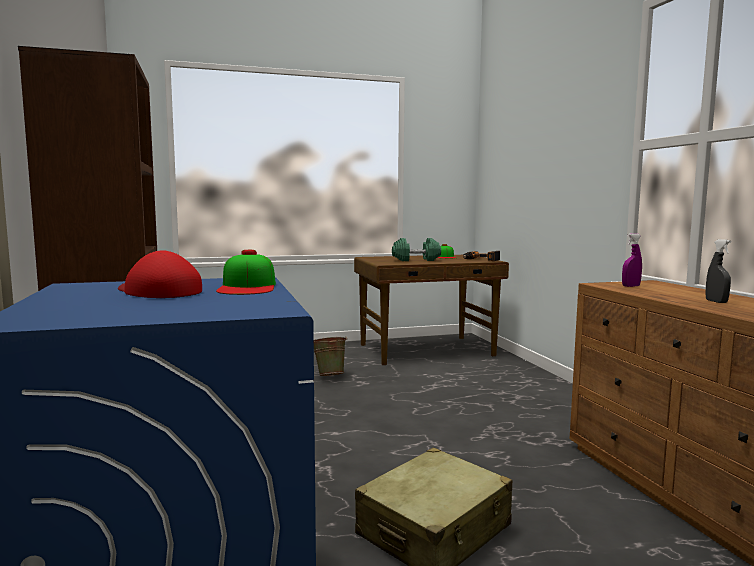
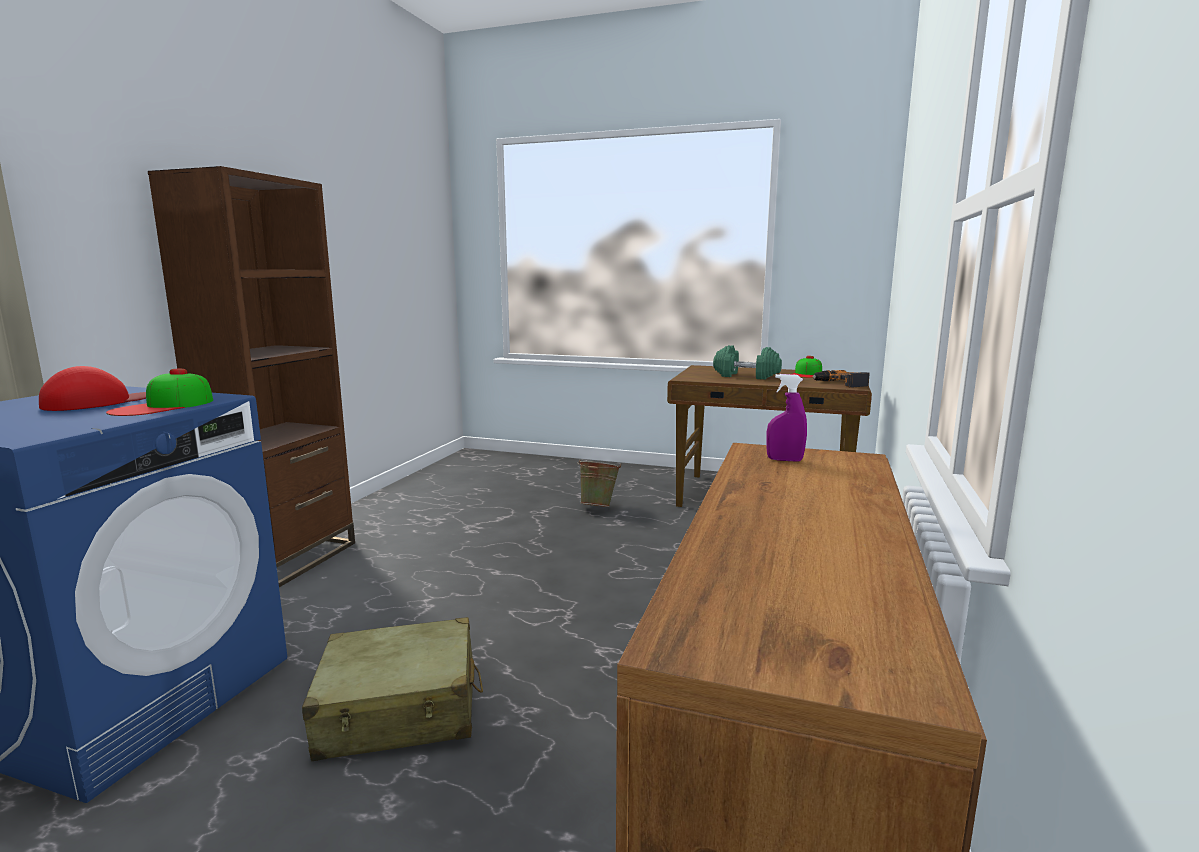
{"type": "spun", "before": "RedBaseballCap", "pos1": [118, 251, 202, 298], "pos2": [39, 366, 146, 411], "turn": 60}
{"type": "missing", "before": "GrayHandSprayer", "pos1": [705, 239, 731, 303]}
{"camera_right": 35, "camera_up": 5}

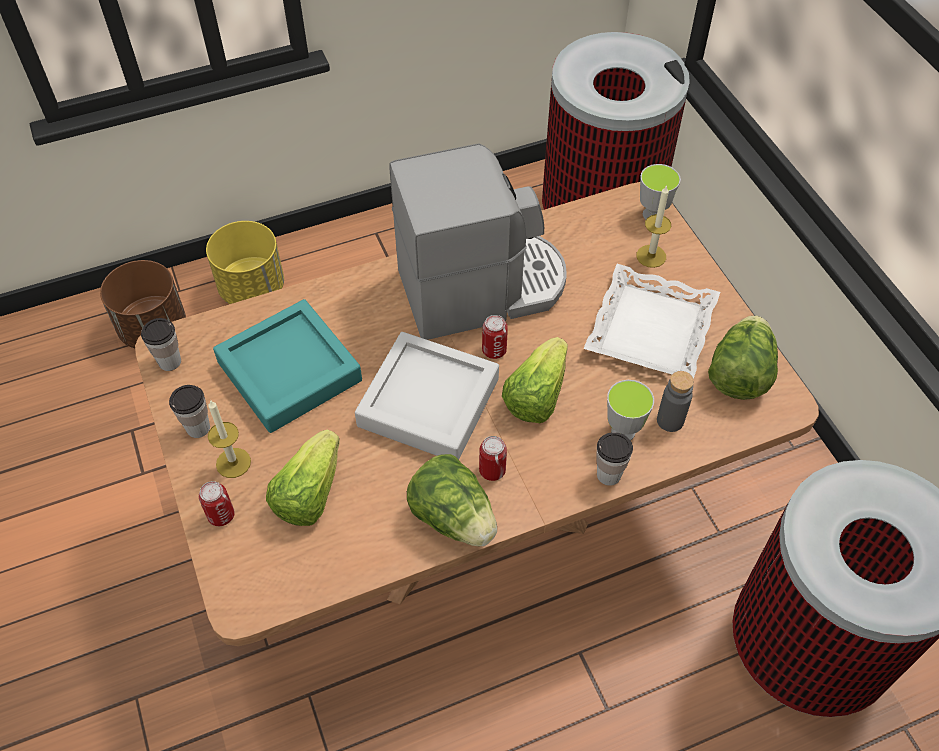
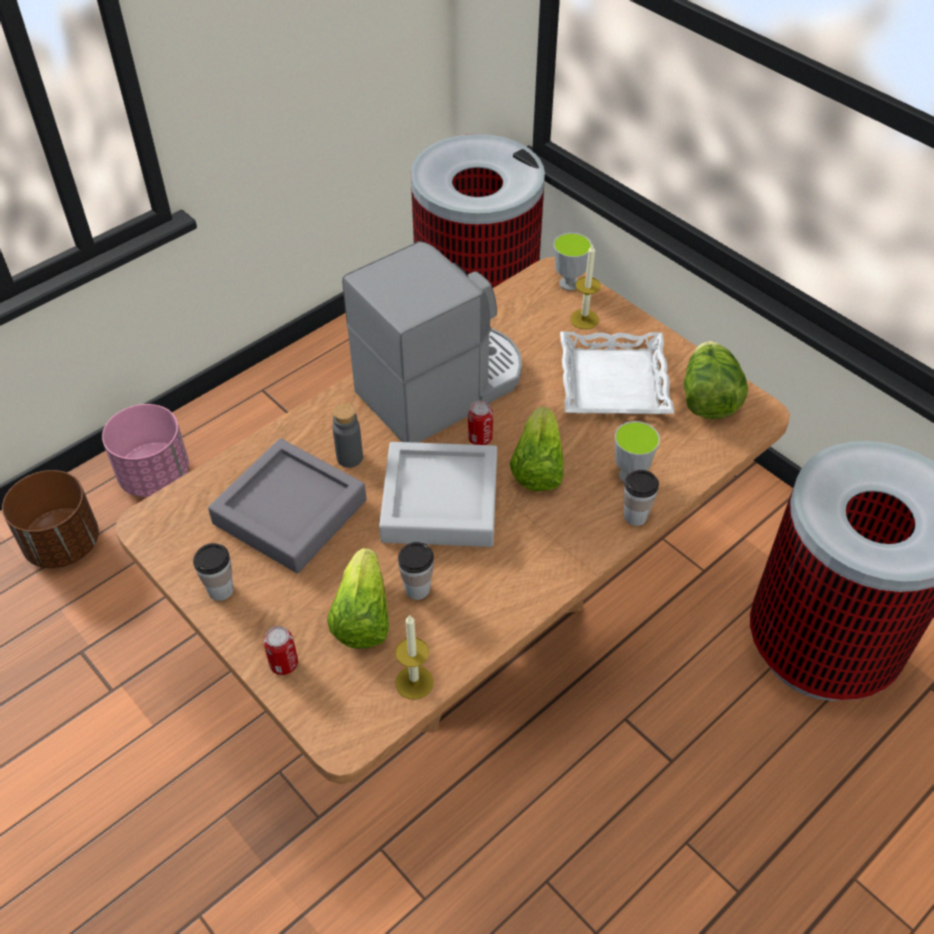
{"type": "colour", "before": "YellowColouredPlantPot", "after": "PinkColouredPlantPot", "pos1": [206, 221, 284, 304], "pos2": [102, 404, 189, 497]}
{"type": "colour", "before": "BlueGreenTray", "after": "GrayTray", "pos1": [213, 299, 362, 433], "pos2": [208, 438, 366, 573]}
{"type": "relocated", "before": "GrayBottle", "pos1": [657, 371, 694, 432], "pos2": [332, 403, 363, 468]}
{"type": "relocated", "before": "WaxCandle", "pos1": [208, 400, 251, 478], "pos2": [395, 614, 433, 700]}
{"type": "relocated", "before": "DrinkingCup", "pos1": [141, 318, 181, 371], "pos2": [398, 542, 434, 600]}
{"type": "missing", "before": "Lettuce", "pos1": [407, 454, 497, 546]}
{"type": "missing", "before": "Can", "pos1": [479, 436, 507, 481]}
{"camera_right": -20, "camera_up": -5}

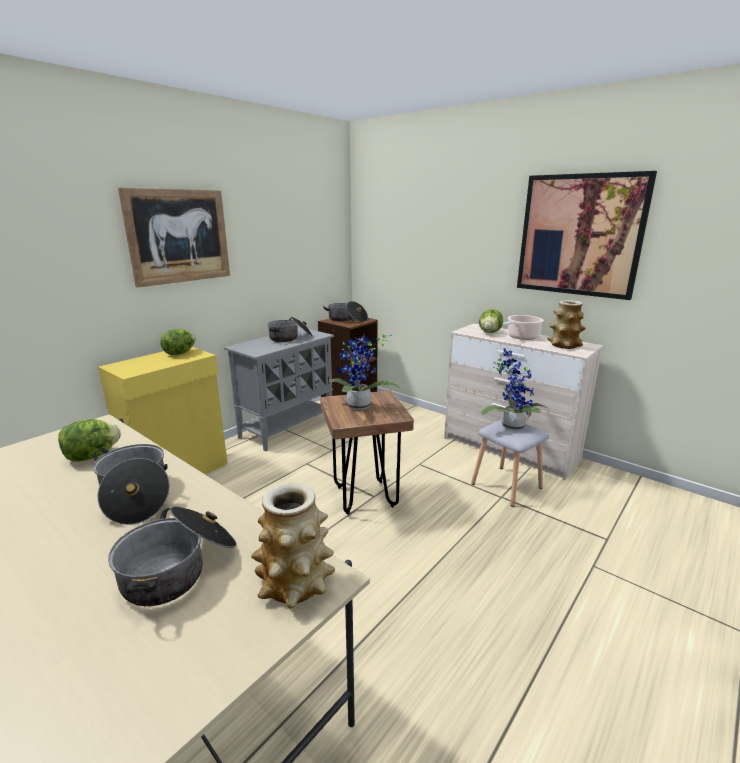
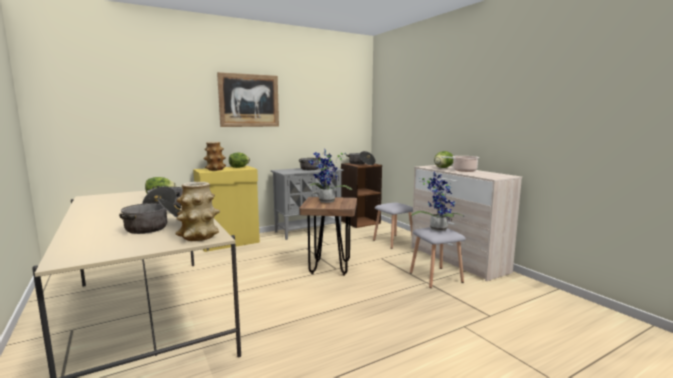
{"type": "relocated", "before": "FlowerVase", "pos1": [547, 300, 586, 349], "pos2": [203, 142, 226, 171]}
{"type": "appeared", "after": "GrayStoolSeat", "pos2": [373, 202, 413, 249]}
{"type": "missing", "before": "WallArt", "pos1": [517, 171, 657, 300]}
{"camera_right": 20, "camera_up": -10}

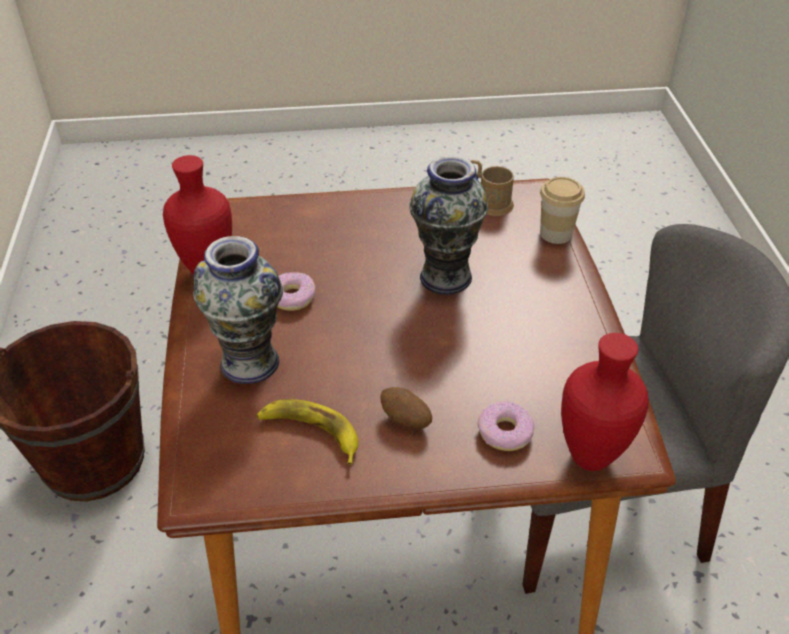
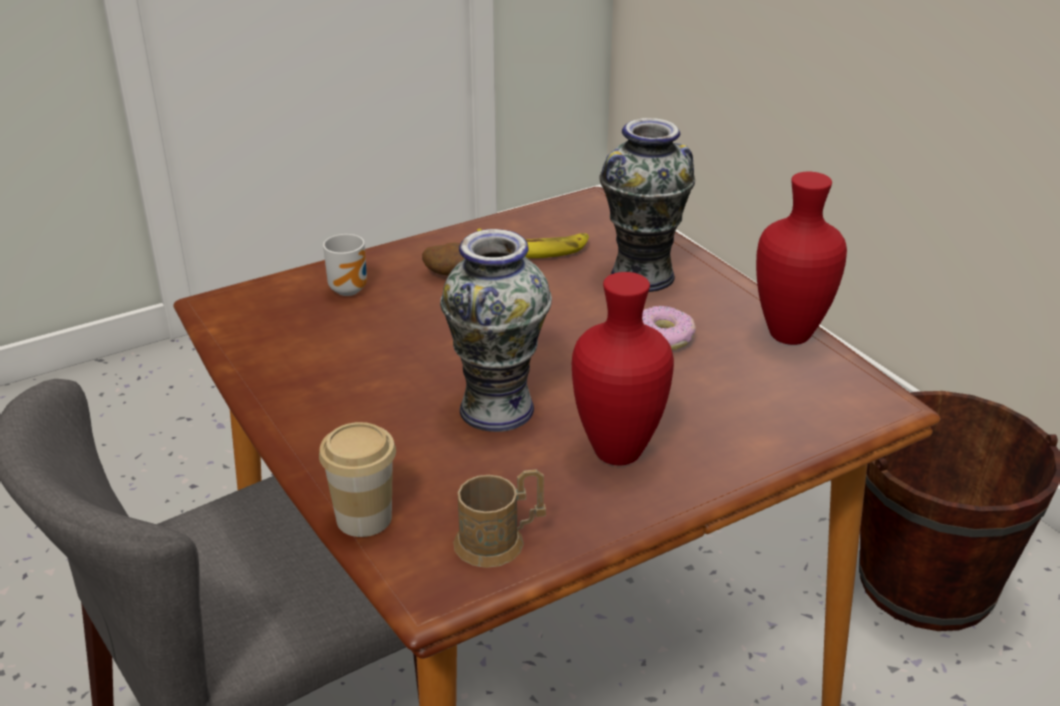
{"type": "exchanged", "before": "Doughnut", "after": "CoffeeMug", "pos1": [477, 401, 534, 451], "pos2": [323, 234, 367, 296]}
{"type": "relocated", "before": "RedFlowerVase", "pos1": [561, 333, 649, 471], "pos2": [572, 272, 674, 465]}
{"camera_right": 155, "camera_up": -10}

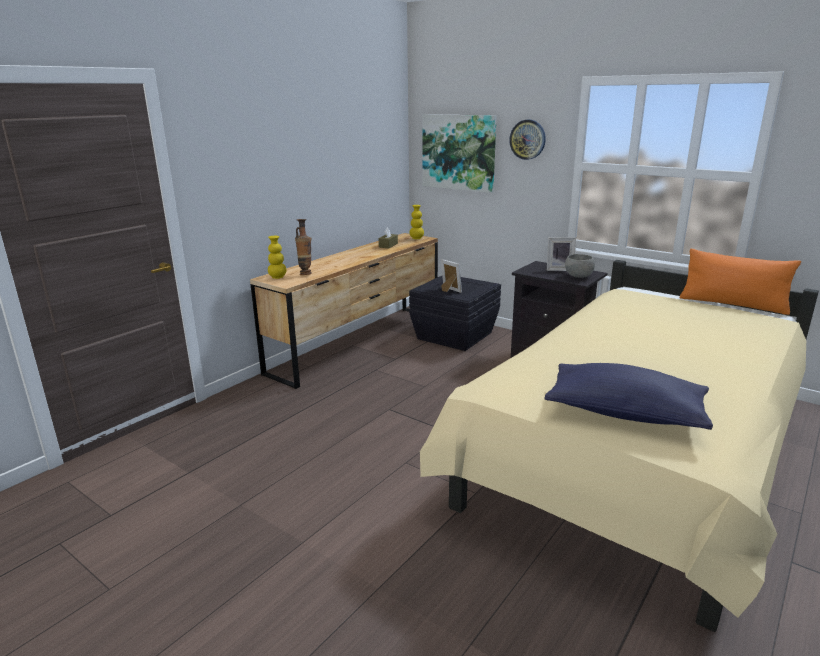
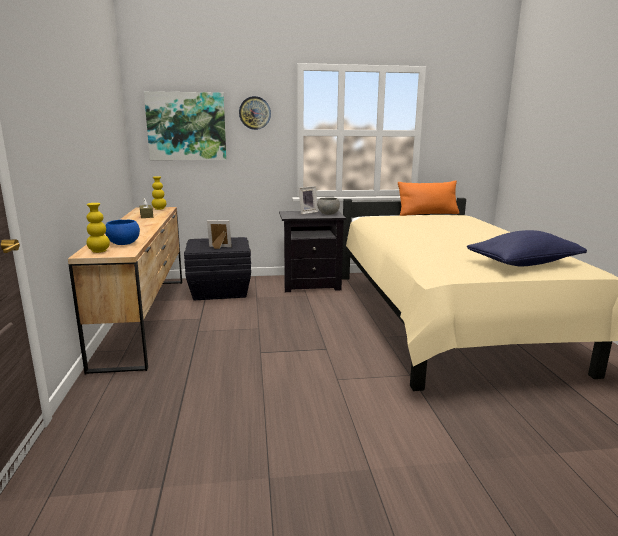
{"type": "exchanged", "before": "FlowerVase", "after": "BlueColouredServingBowl", "pos1": [295, 219, 312, 275], "pos2": [105, 220, 140, 245]}
{"camera_right": -45, "camera_up": -5}

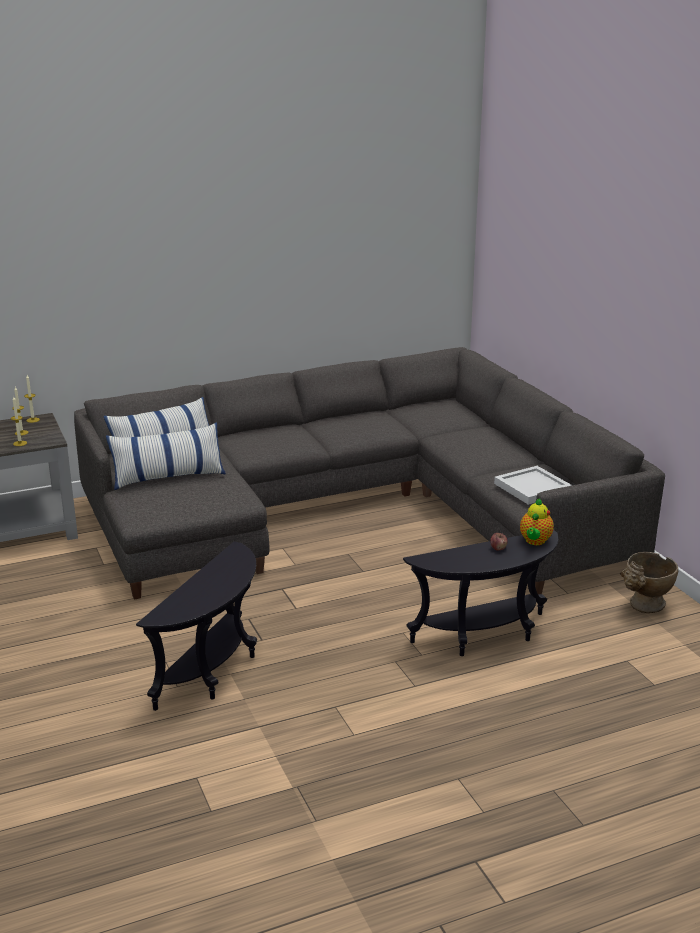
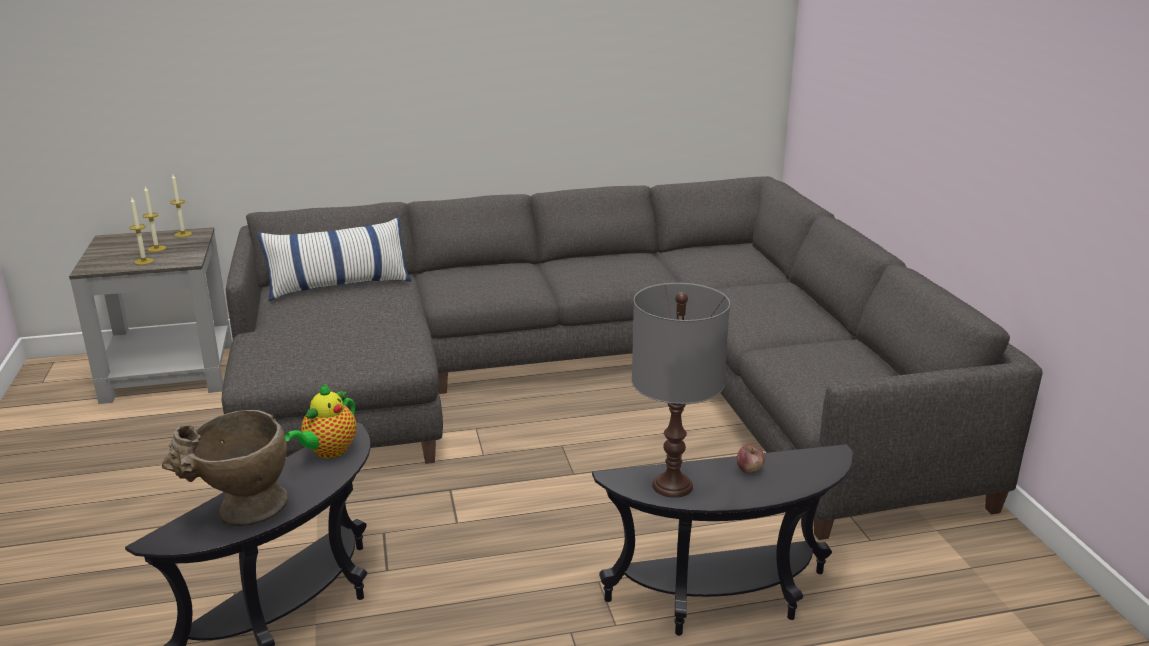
{"type": "relocated", "before": "SandColouredFlowerVase", "pos1": [620, 552, 678, 613], "pos2": [162, 410, 288, 526]}
{"type": "relocated", "before": "PotForTea", "pos1": [520, 498, 554, 545], "pos2": [284, 384, 357, 458]}
{"type": "appeared", "after": "GrayTableLamp", "pos2": [632, 283, 730, 498]}
{"type": "missing", "before": "Pillow", "pos1": [106, 423, 226, 490]}
{"type": "missing", "before": "WhiteTray", "pos1": [494, 466, 572, 505]}
{"camera_right": 10, "camera_up": 0}

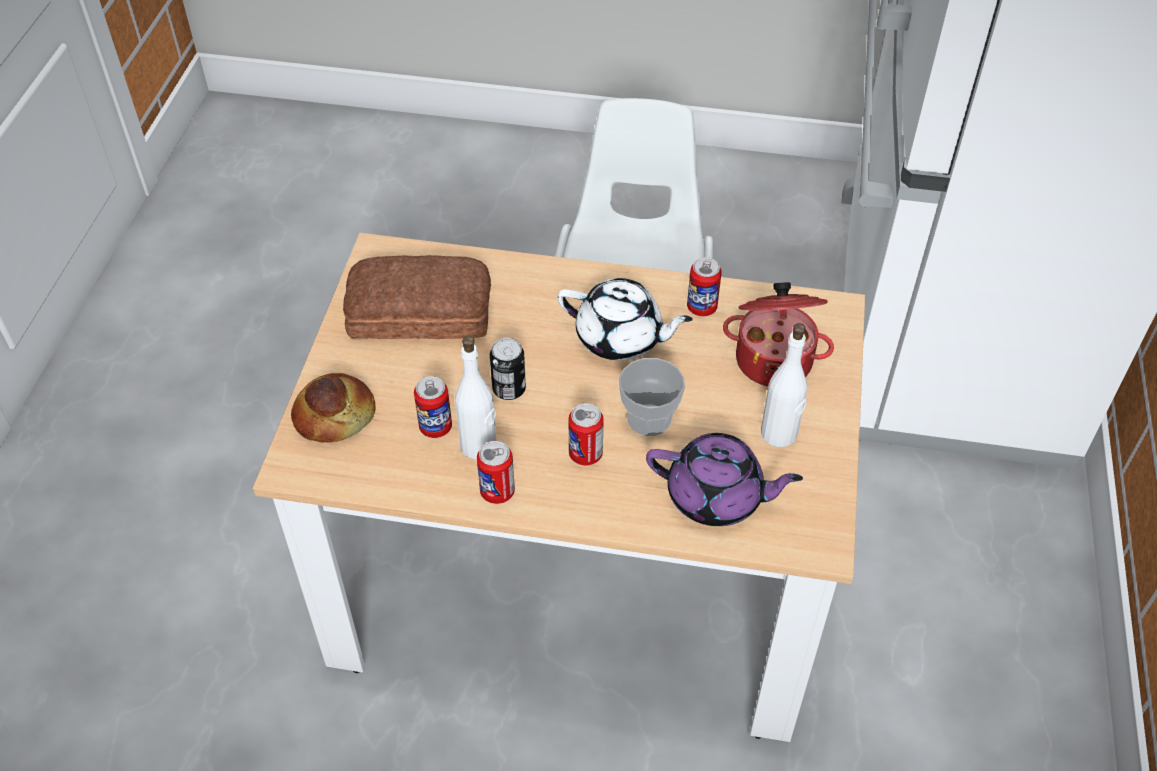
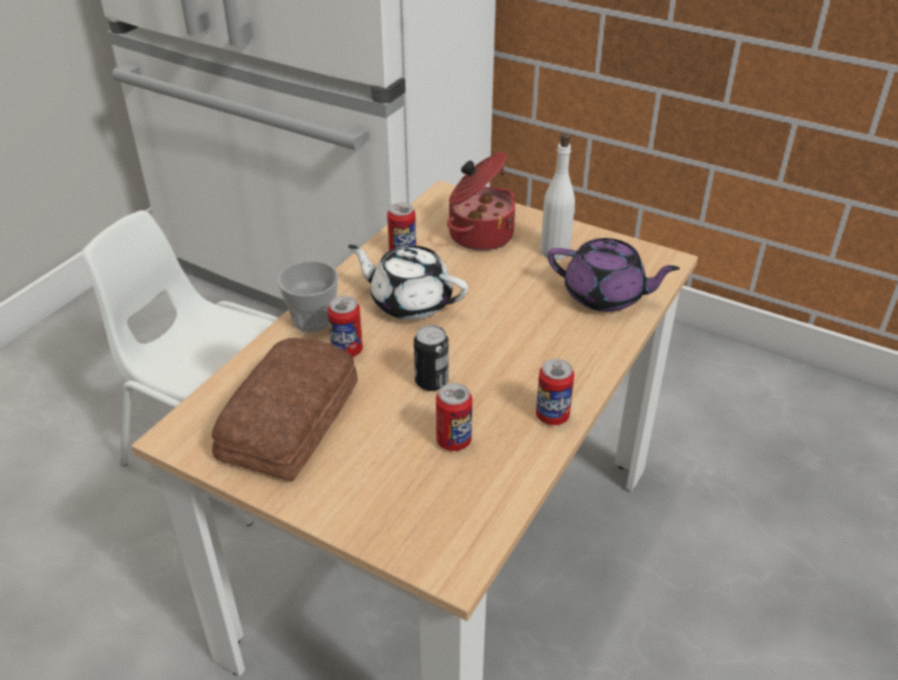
{"type": "relocated", "before": "DrinkingCup", "pos1": [619, 358, 685, 436], "pos2": [277, 261, 338, 332]}
{"type": "relocated", "before": "Can", "pos1": [569, 403, 604, 465], "pos2": [327, 296, 363, 357]}
{"type": "spun", "before": "WhitePotForTea", "pos1": [557, 278, 693, 361], "pos2": [348, 245, 468, 320], "turn": -105}
{"type": "spun", "before": "PurpleColouredPotForTea", "pos1": [646, 433, 803, 526], "pos2": [548, 238, 680, 312], "turn": 75}
{"type": "missing", "before": "Bread", "pos1": [291, 373, 376, 443]}
{"type": "missing", "before": "WhiteBottle", "pos1": [455, 336, 496, 460]}
{"camera_right": -70, "camera_up": -10}

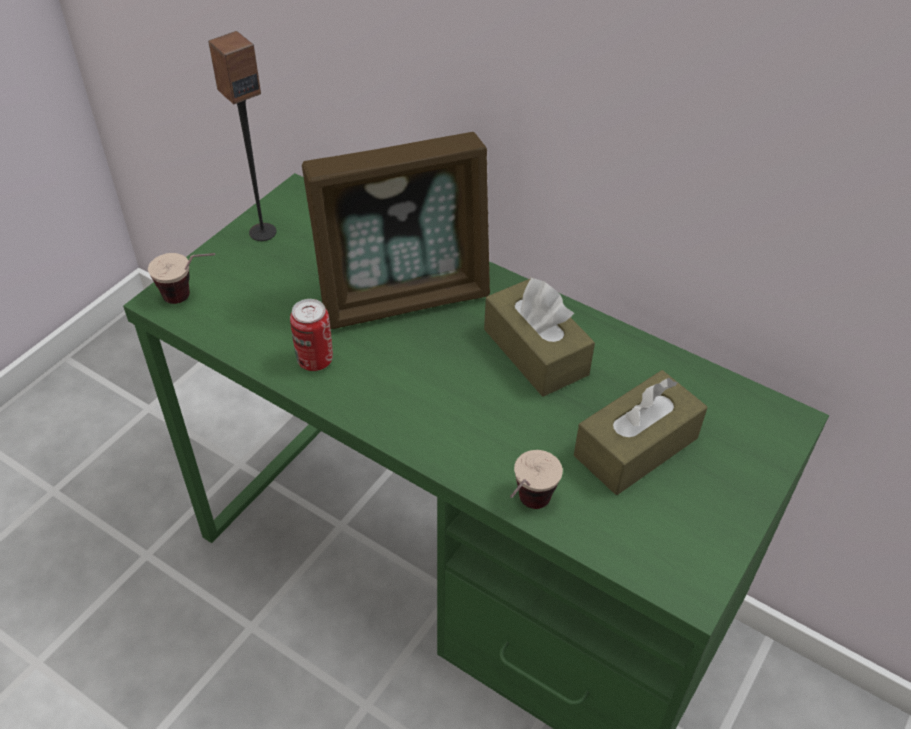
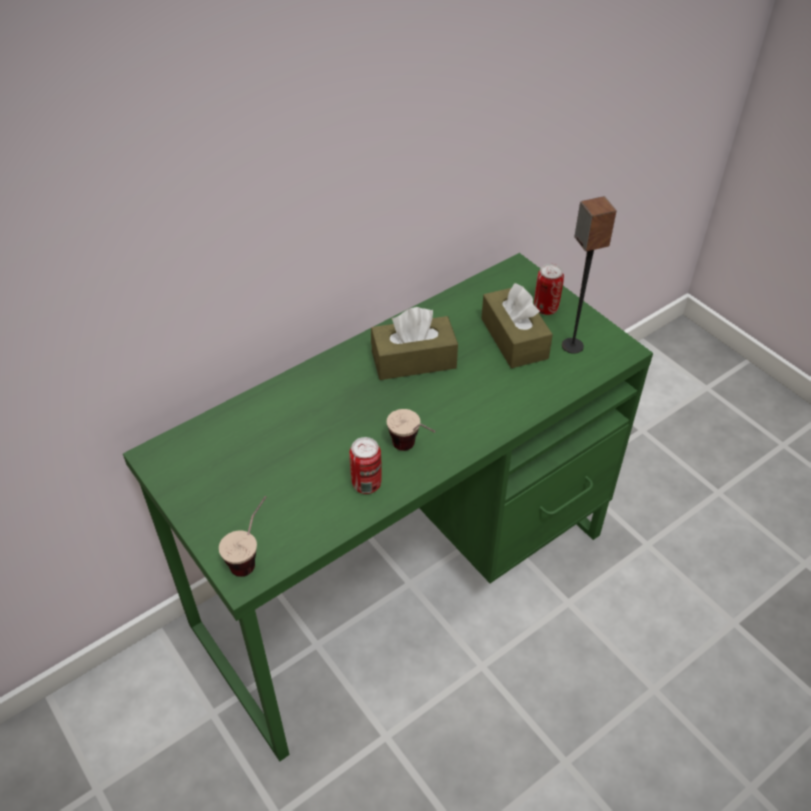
{"type": "relocated", "before": "DrinkingCup", "pos1": [510, 450, 563, 509], "pos2": [387, 409, 435, 451]}
{"type": "appeared", "after": "Can", "pos2": [534, 264, 564, 315]}
{"type": "relocated", "before": "Speaker", "pos1": [208, 31, 277, 241], "pos2": [562, 196, 617, 354]}
{"type": "missing", "before": "StandingFrame", "pos1": [302, 132, 490, 329]}
{"camera_right": -70, "camera_up": 0}

